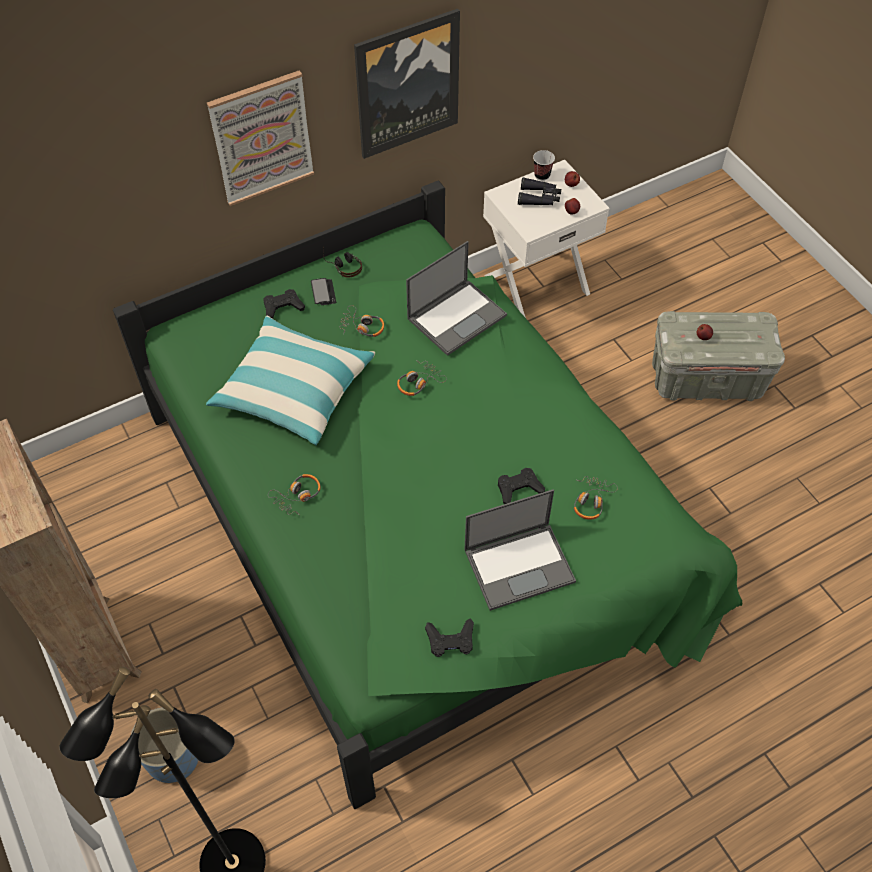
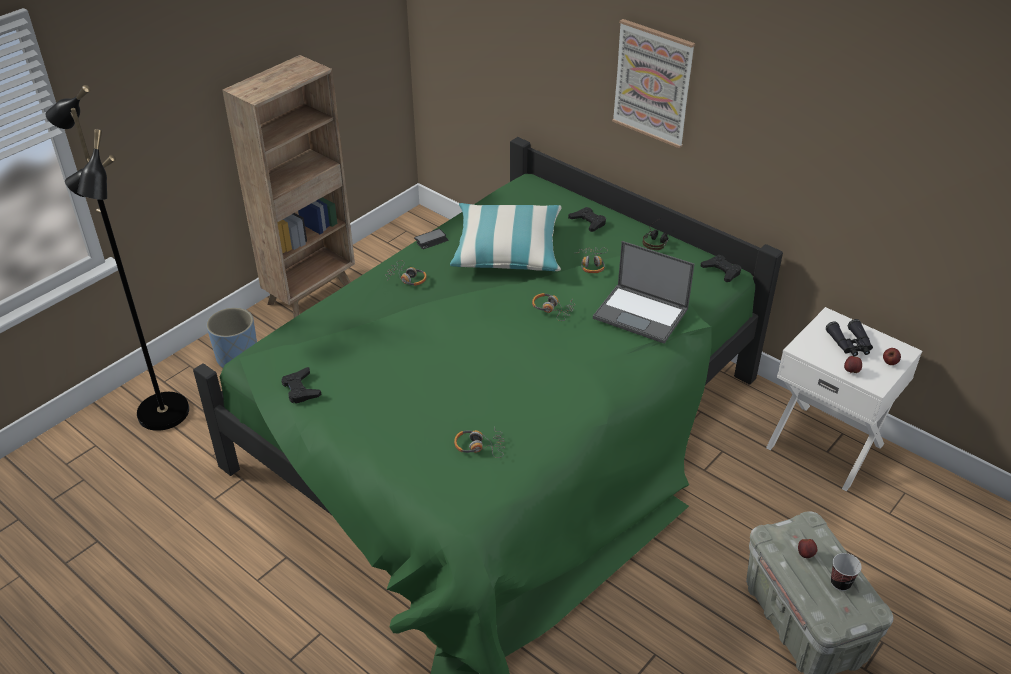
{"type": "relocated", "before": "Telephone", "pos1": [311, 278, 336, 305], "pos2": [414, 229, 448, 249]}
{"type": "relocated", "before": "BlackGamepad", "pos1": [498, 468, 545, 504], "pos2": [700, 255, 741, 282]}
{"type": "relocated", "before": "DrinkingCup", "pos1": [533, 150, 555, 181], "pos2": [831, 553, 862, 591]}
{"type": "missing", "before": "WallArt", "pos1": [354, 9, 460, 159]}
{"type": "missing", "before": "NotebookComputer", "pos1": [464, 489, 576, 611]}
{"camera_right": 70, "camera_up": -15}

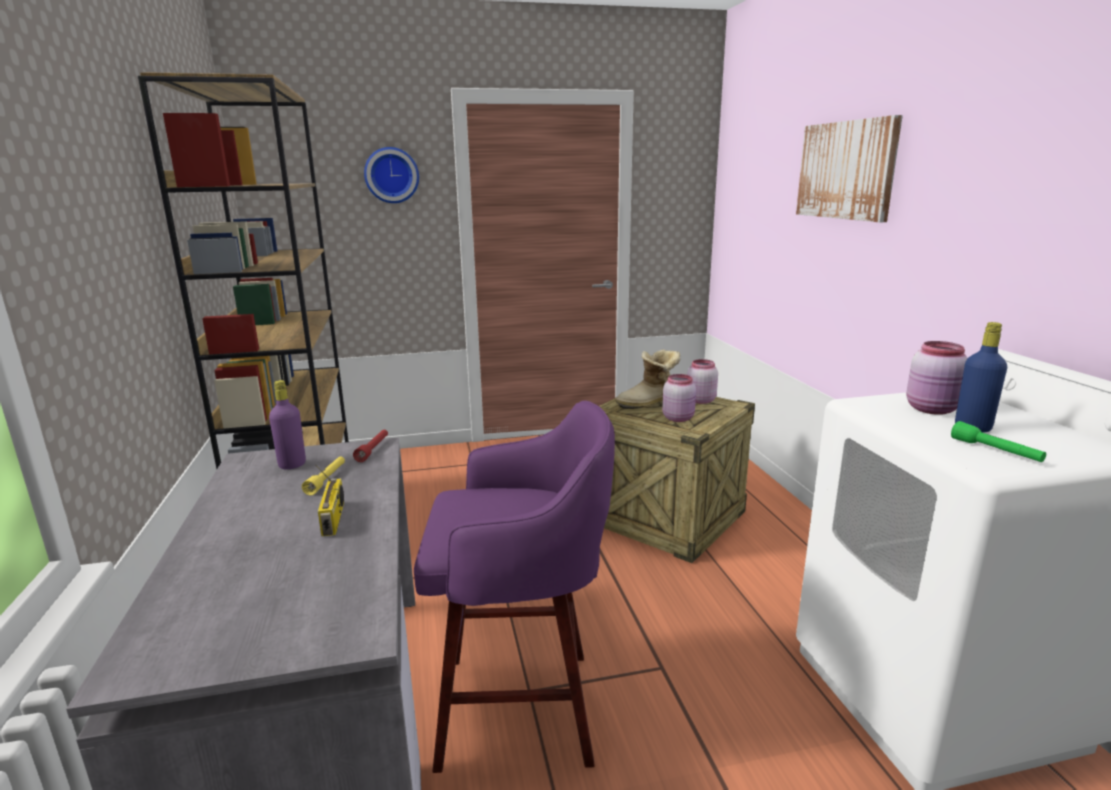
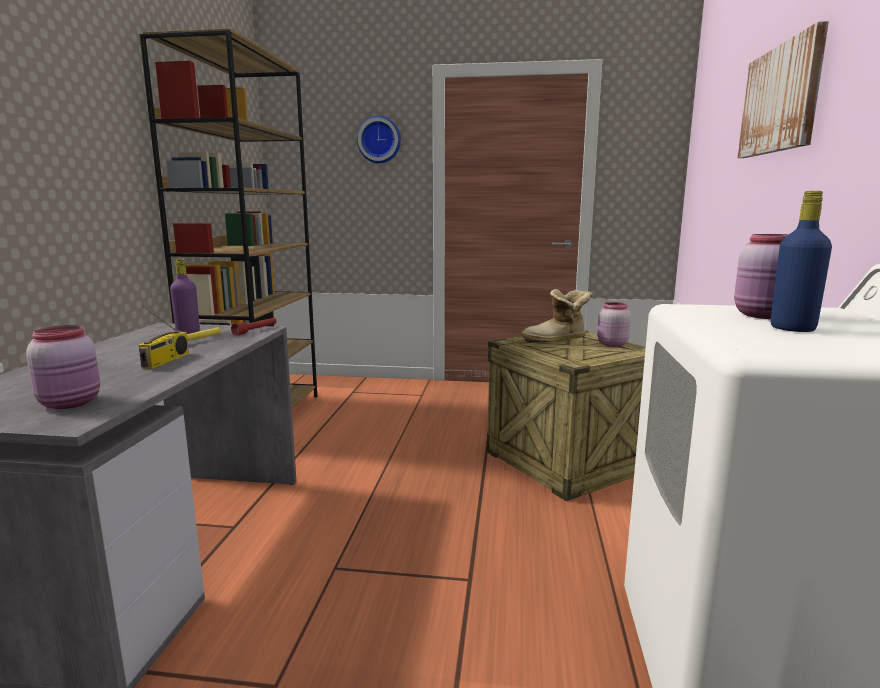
{"type": "relocated", "before": "PinkColouredPreserveJar", "pos1": [662, 374, 696, 422], "pos2": [26, 325, 100, 409]}
{"type": "missing", "before": "PurpleColouredStoolSeat", "pos1": [414, 401, 615, 773]}
{"type": "missing", "before": "GreenColouredHandTorch", "pos1": [951, 421, 1046, 462]}
{"camera_right": 20, "camera_up": -5}

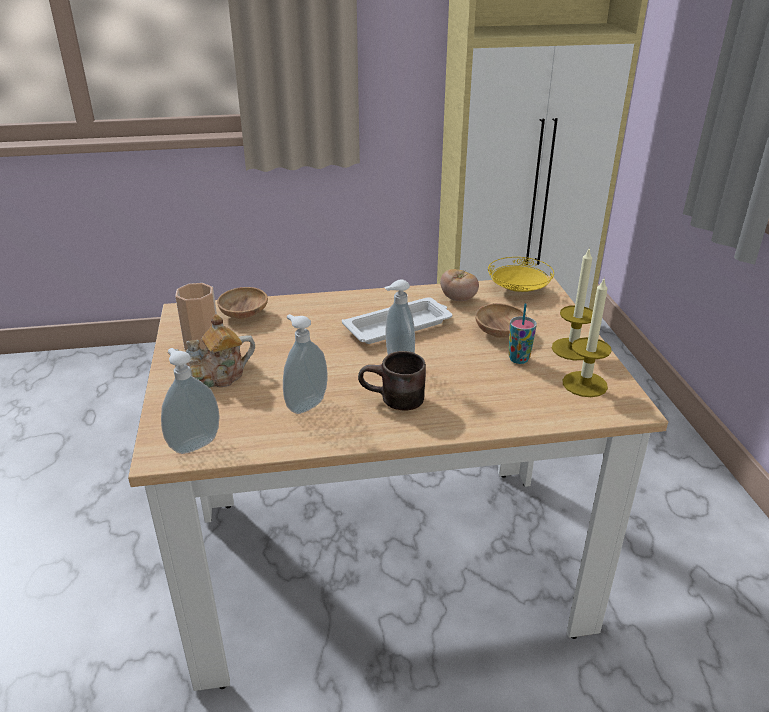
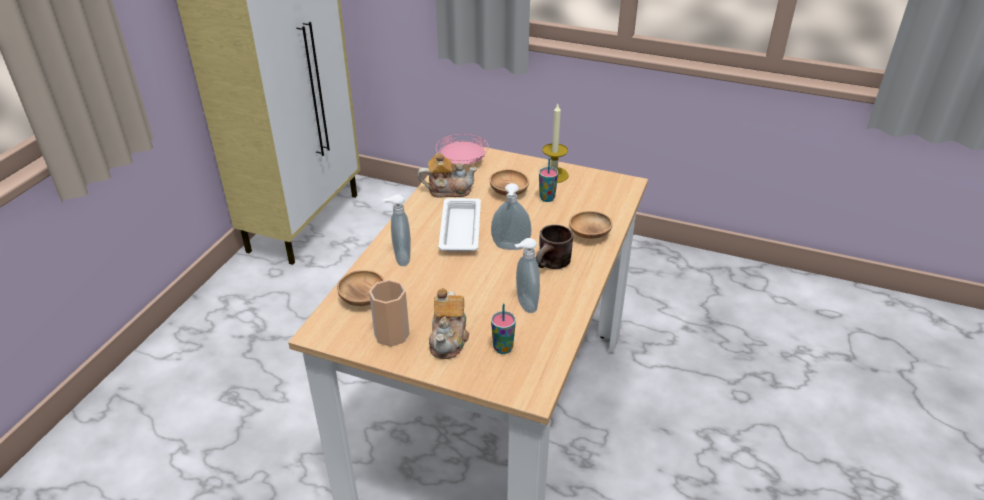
{"type": "relocated", "before": "LiquidSoapBottle", "pos1": [161, 348, 220, 454], "pos2": [383, 194, 411, 266]}
{"type": "exchanged", "before": "Tomato", "after": "PotForTea", "pos1": [440, 269, 479, 301], "pos2": [418, 153, 478, 198]}
{"type": "colour", "before": "YellowColouredFlatDish", "after": "PinkColouredFlatDish", "pos1": [488, 257, 554, 292], "pos2": [436, 134, 489, 165]}
{"type": "appeared", "after": "DrinkingCup", "pos2": [491, 303, 516, 354]}
{"type": "appeared", "after": "BrownColouredServingBowl", "pos2": [569, 211, 613, 239]}
{"type": "missing", "before": "WaxCandle", "pos1": [563, 277, 612, 397]}
{"camera_right": -60, "camera_up": 5}

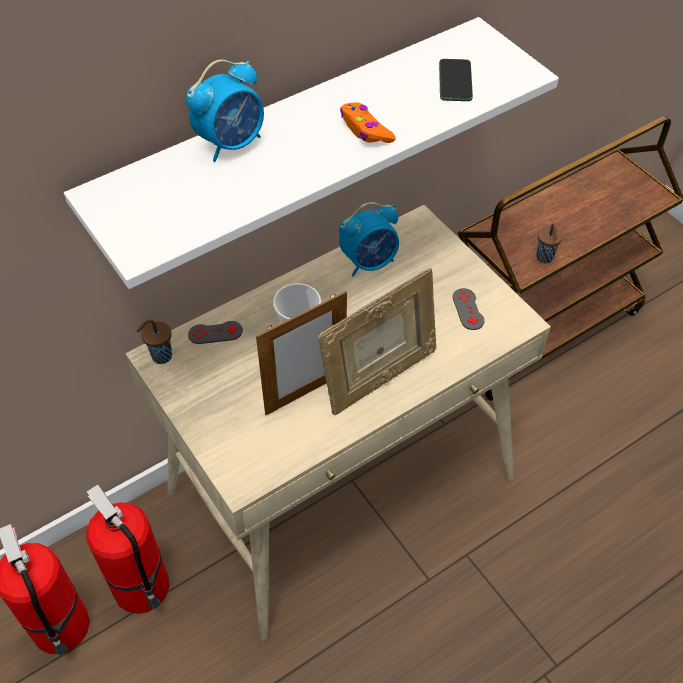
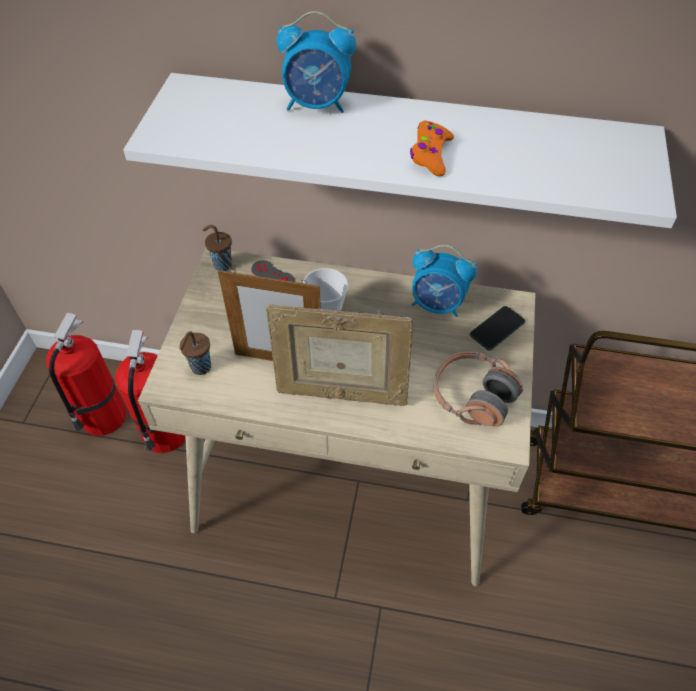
{"type": "relocated", "before": "BrownColouredDrinkingCup", "pos1": [536, 223, 563, 263], "pos2": [179, 331, 211, 375]}
{"type": "exchanged", "before": "GrayGamepad", "after": "Headset", "pos1": [453, 288, 484, 330], "pos2": [433, 351, 523, 426]}
{"type": "relocated", "before": "Telephone", "pos1": [439, 59, 473, 101], "pos2": [470, 306, 525, 350]}
{"camera_right": 45, "camera_up": 0}

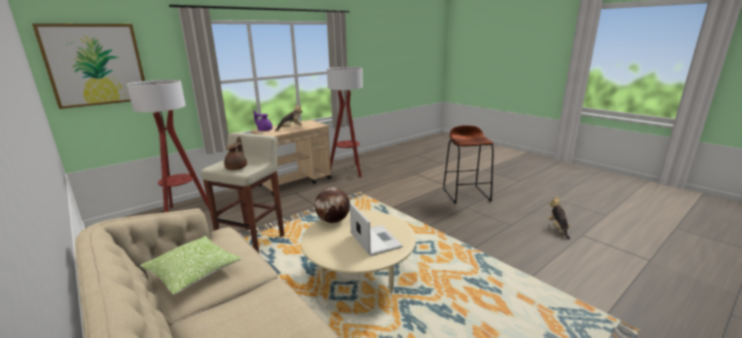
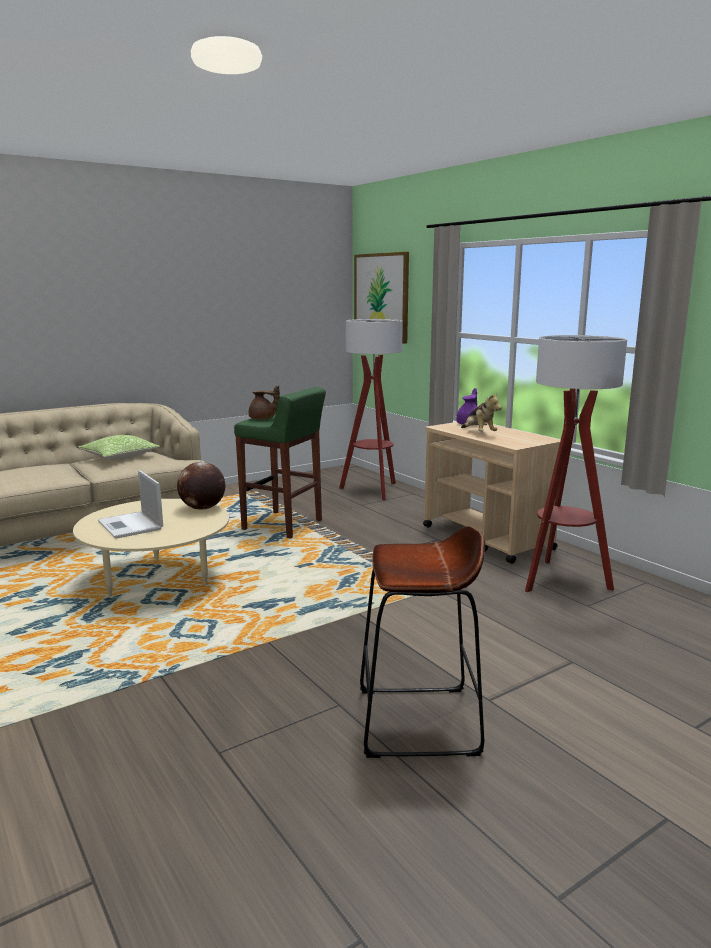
{"type": "spun", "before": "NotebookComputer", "pos1": [350, 202, 403, 256], "pos2": [98, 470, 163, 539], "turn": 75}
{"type": "colour", "before": "SandColouredStoolSeat", "after": "GreenColouredStoolSeat", "pos1": [201, 132, 284, 253], "pos2": [234, 387, 326, 538]}
{"type": "missing", "before": "CuddlyToy", "pos1": [548, 197, 571, 239]}
{"camera_right": 95, "camera_up": -5}

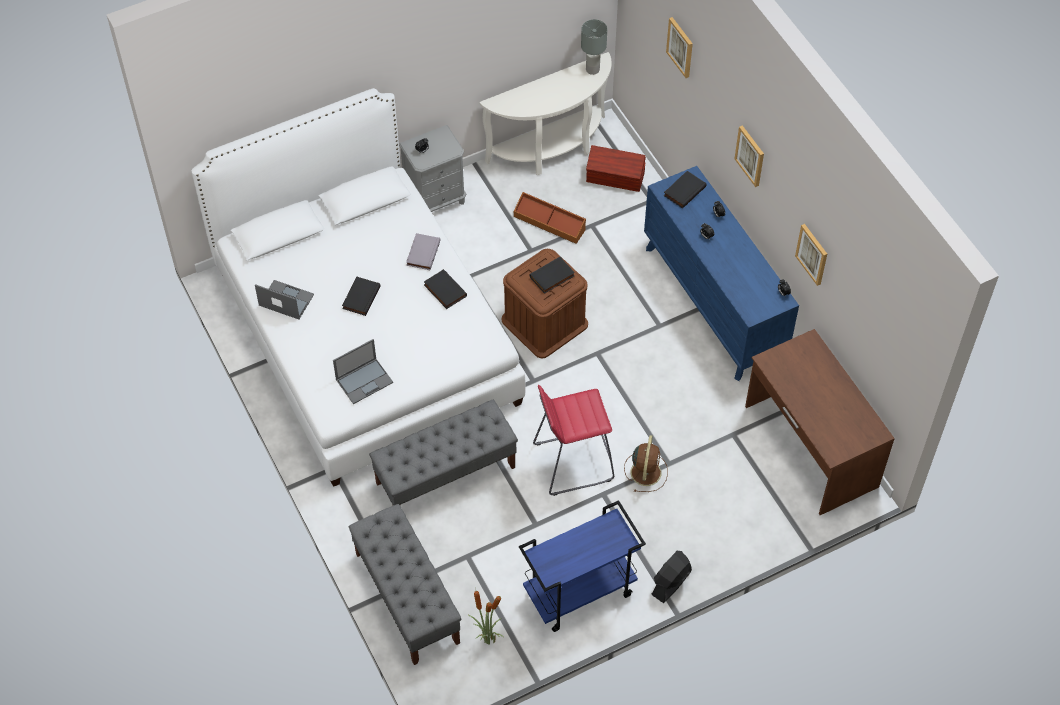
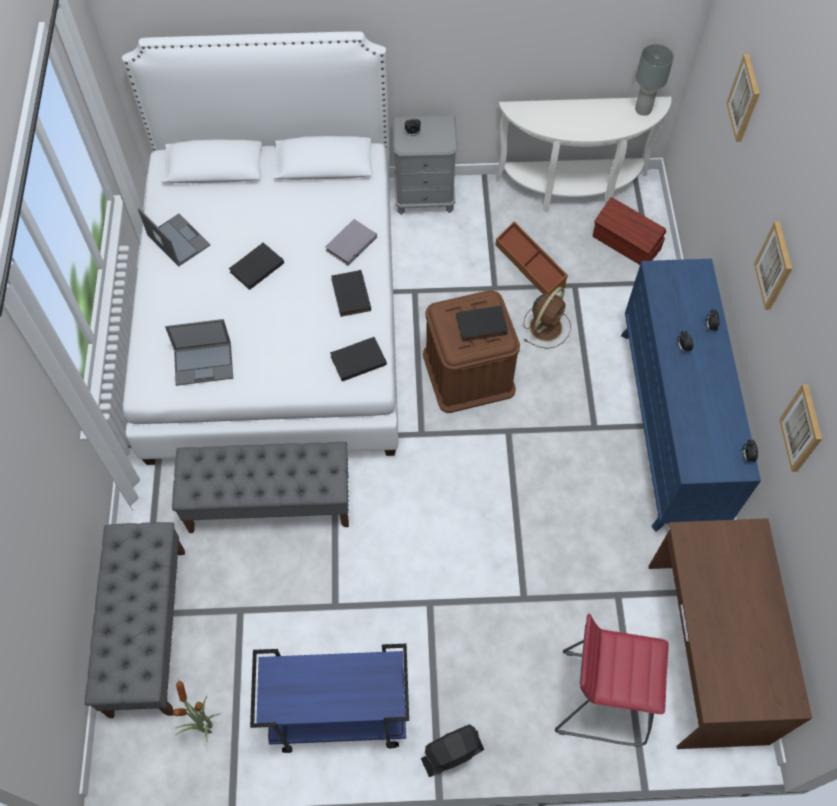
{"type": "relocated", "before": "BlackBook", "pos1": [664, 171, 706, 209], "pos2": [330, 337, 387, 381]}
{"type": "relocated", "before": "BrownColouredElectricFan", "pos1": [624, 435, 668, 492], "pos2": [524, 287, 571, 349]}
{"type": "relocated", "before": "RedStoolSeat", "pos1": [533, 385, 614, 496], "pos2": [555, 614, 669, 747]}
{"camera_right": 25, "camera_up": 5}

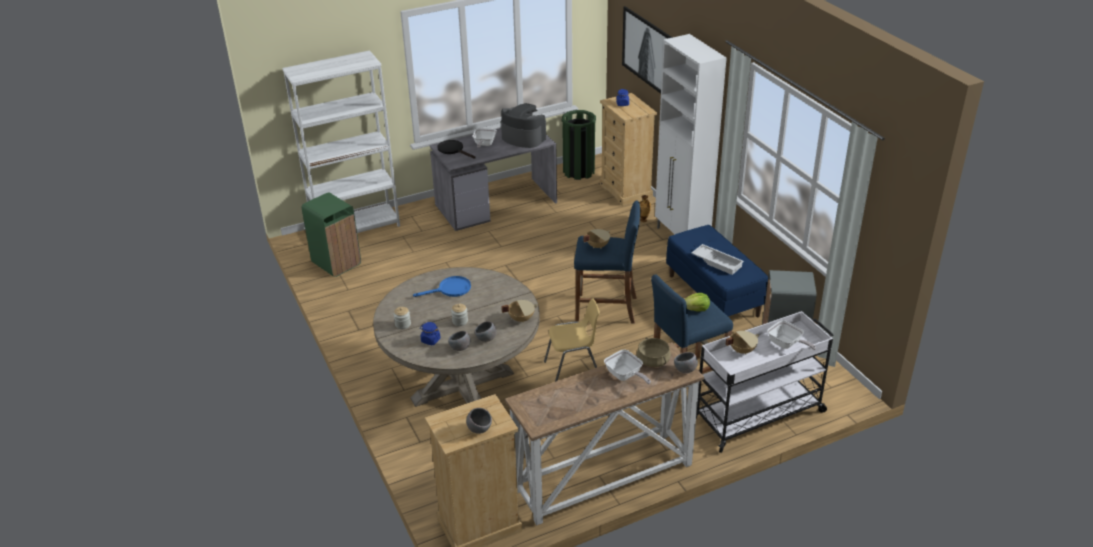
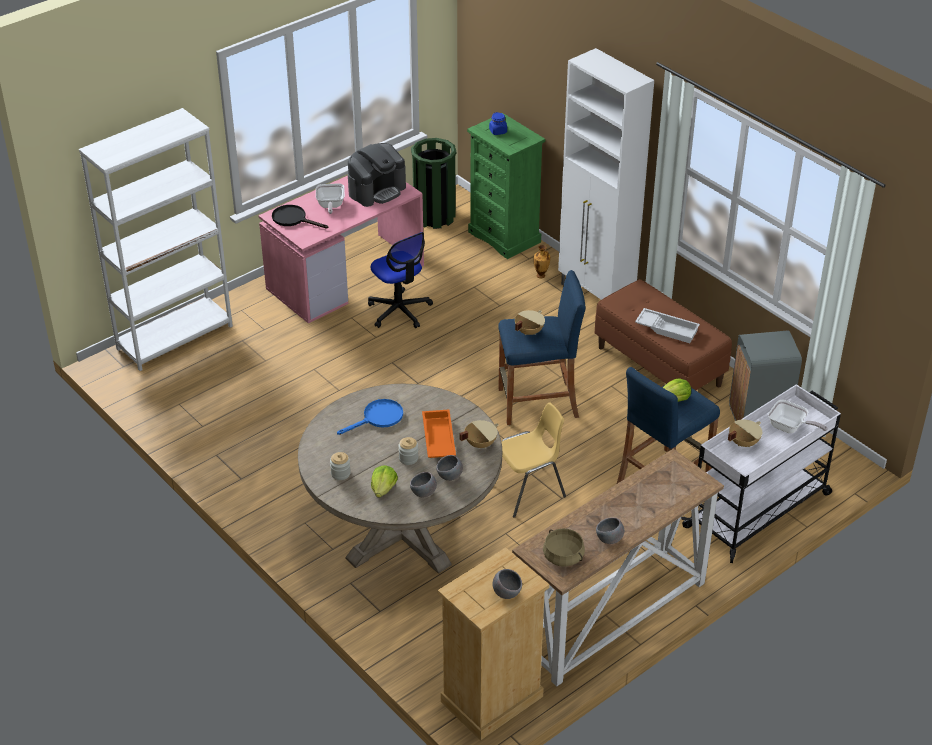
{"type": "colour", "before": "GrayDeskTable", "after": "PinkColouredDeskTable", "pos1": [430, 128, 557, 231], "pos2": [258, 176, 424, 324]}
{"type": "spun", "before": "CoffeeMaker", "pos1": [501, 103, 546, 148], "pos2": [347, 143, 406, 207], "turn": 120}
{"type": "appeared", "after": "OfficeChair", "pos2": [368, 232, 433, 328]}
{"type": "exchanged", "before": "BlueColouredPreserveJar", "after": "Lettuce", "pos1": [420, 322, 441, 345], "pos2": [371, 465, 398, 498]}
{"type": "appeared", "after": "OrangeColouredTray", "pos2": [422, 409, 456, 458]}
{"type": "colour", "before": "SandColouredDrawerChest", "after": "GreenColouredDrawerChest", "pos1": [600, 93, 657, 206], "pos2": [467, 113, 545, 259]}
{"type": "relocated", "before": "SandColouredCookingPot", "pos1": [637, 338, 671, 367], "pos2": [543, 528, 585, 567]}
{"type": "colour", "before": "BlueColouredBench", "after": "BrownColouredBench", "pos1": [666, 225, 768, 317], "pos2": [595, 279, 732, 390]}
{"type": "relocated", "before": "GrayServingBowl", "pos1": [674, 352, 698, 373], "pos2": [596, 517, 624, 544]}
{"type": "missing", "before": "GreenColouredTrashCan", "pos1": [302, 192, 361, 277]}
{"type": "missing", "before": "Skillet", "pos1": [604, 350, 651, 384]}
{"type": "missing", "before": "WallArt", "pos1": [622, 6, 673, 94]}
{"camera_right": -15, "camera_up": 5}

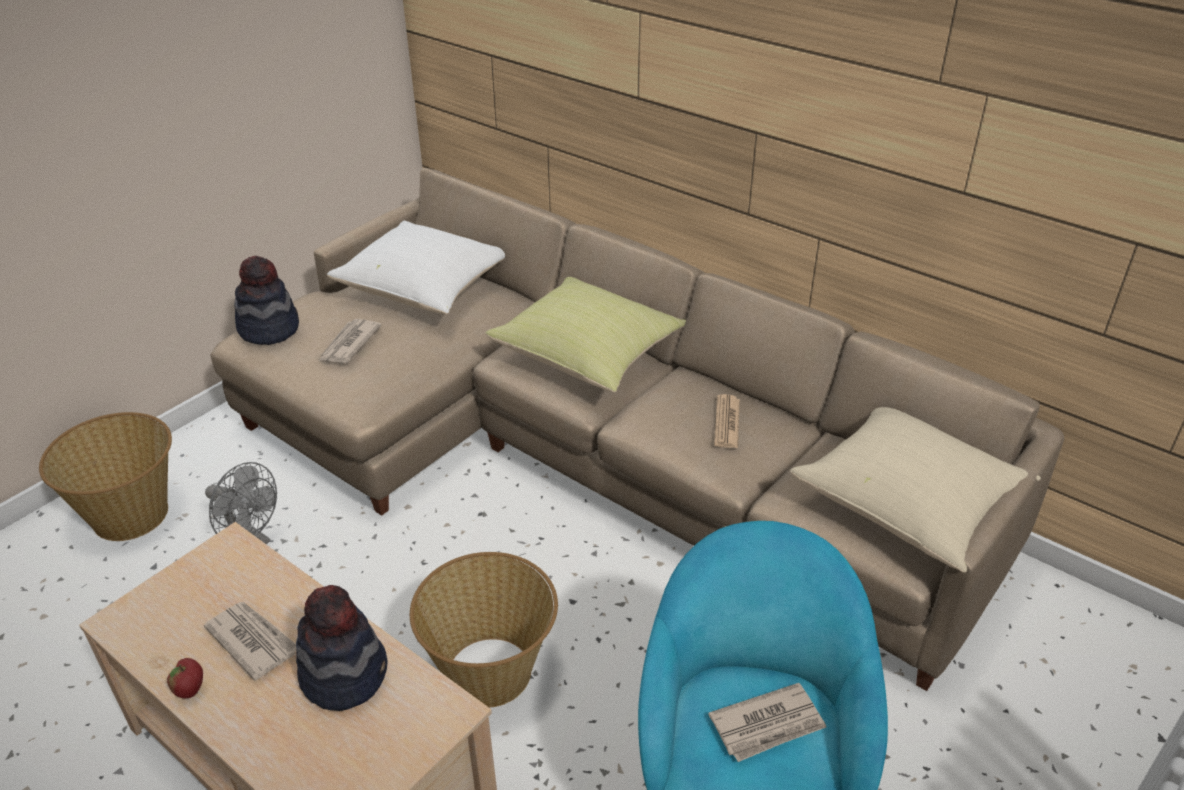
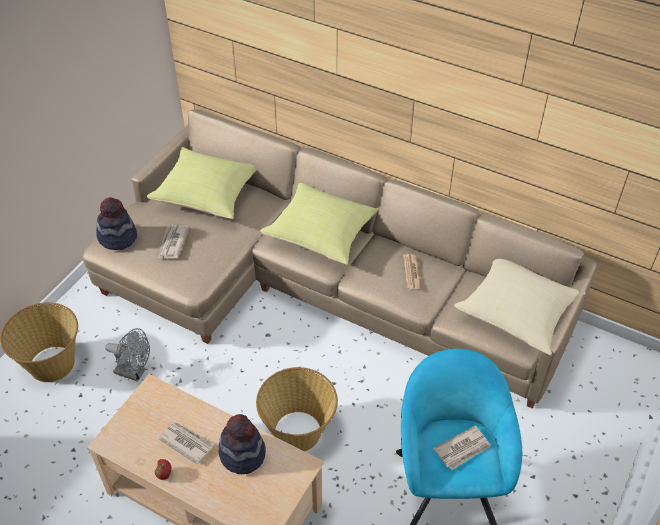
{"type": "colour", "before": "WhitePillow", "after": "YellowColouredPillow", "pos1": [327, 221, 505, 314], "pos2": [147, 147, 256, 219]}
{"camera_right": -10, "camera_up": 10}

